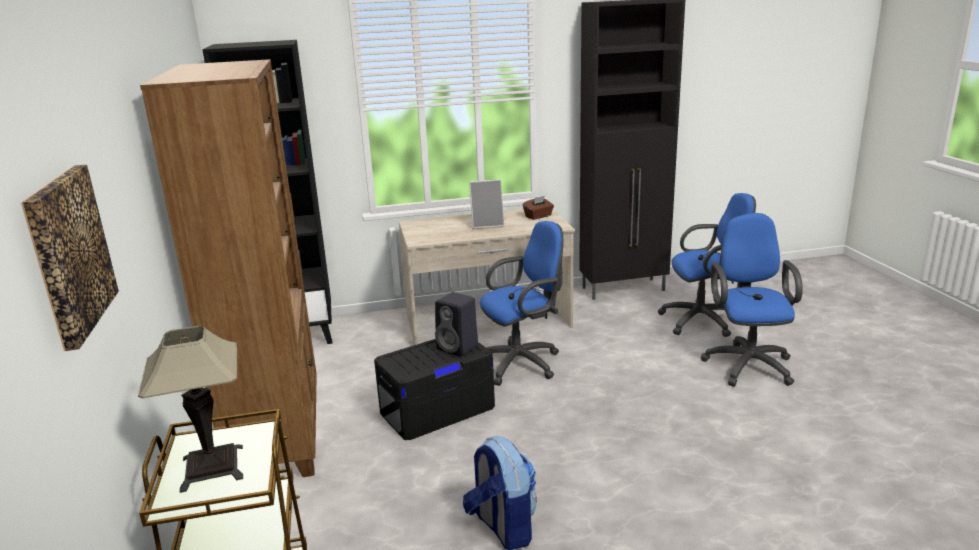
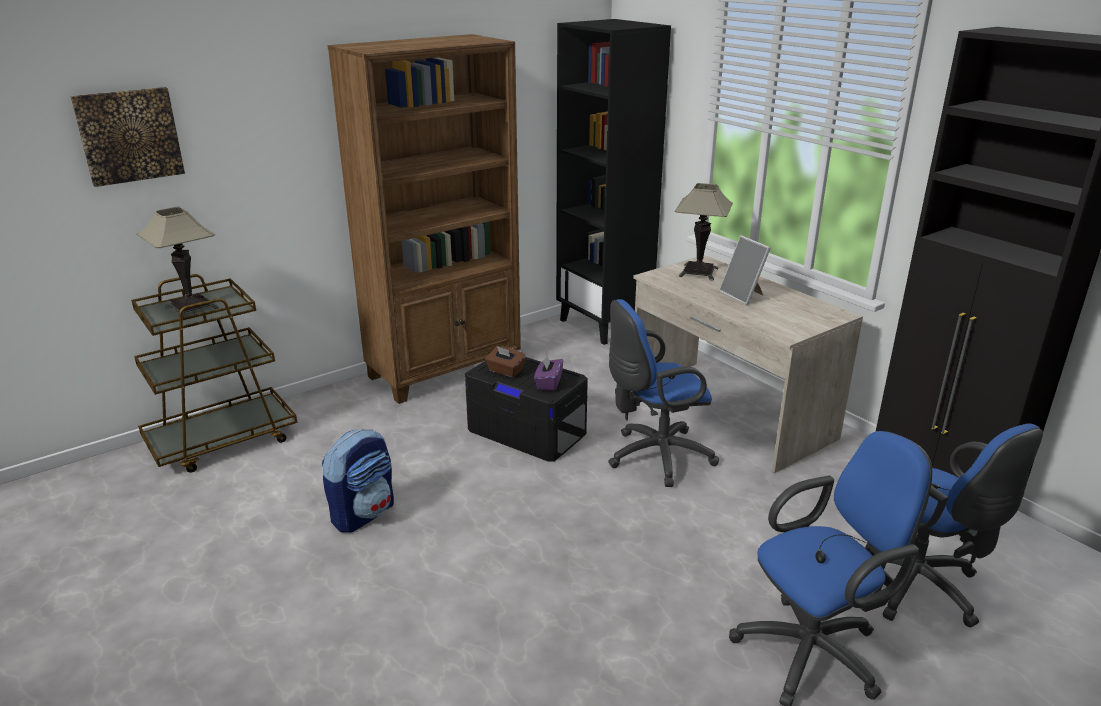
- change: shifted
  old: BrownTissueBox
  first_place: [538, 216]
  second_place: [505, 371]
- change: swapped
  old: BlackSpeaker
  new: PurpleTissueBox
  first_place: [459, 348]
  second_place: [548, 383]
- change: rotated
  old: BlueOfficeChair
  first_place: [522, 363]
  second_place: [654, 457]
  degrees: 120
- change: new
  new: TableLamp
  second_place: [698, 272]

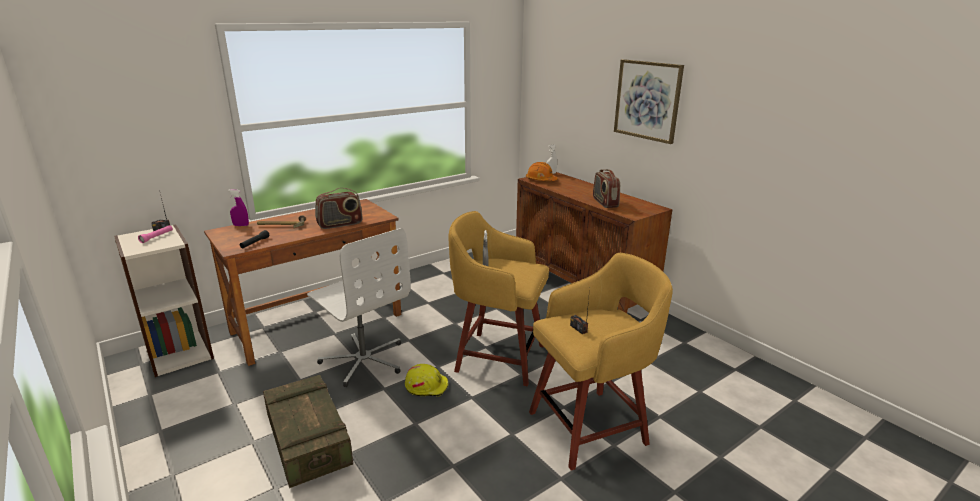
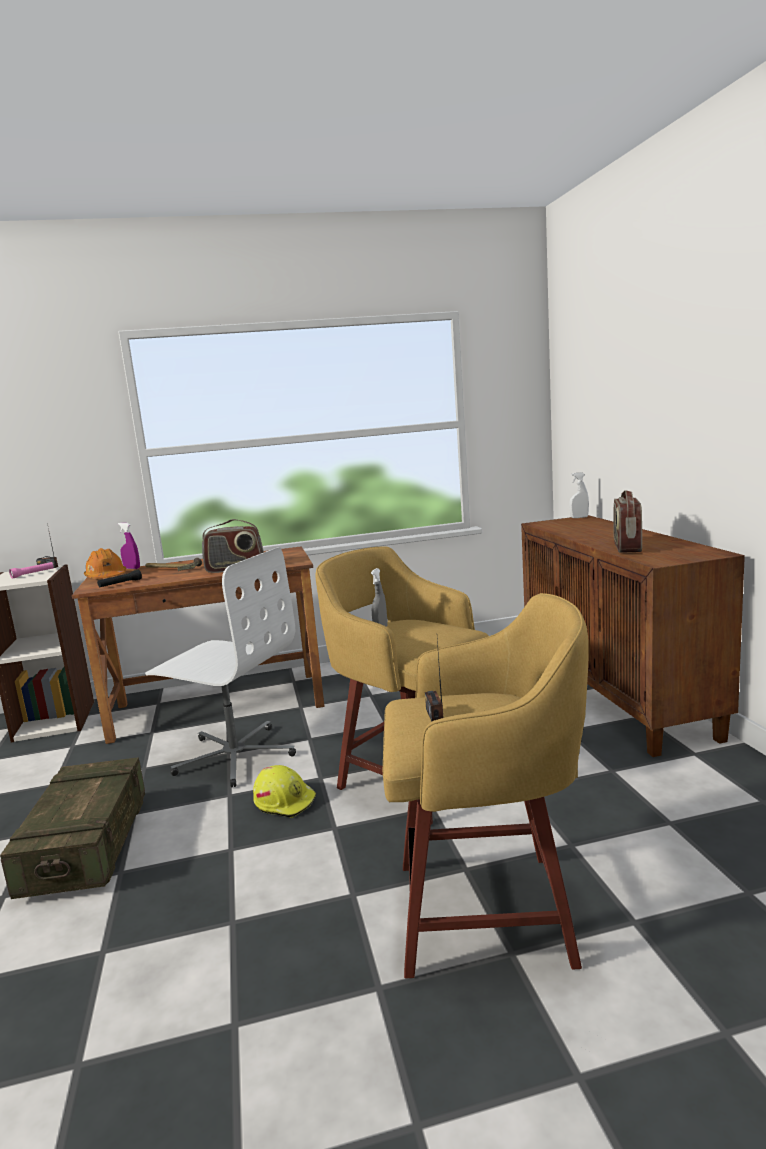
- change: shifted
  old: OrangeHardHat
  first_place: [540, 180]
  second_place: [106, 577]
- change: rotated
  old: WhiteOfficeChair
  first_place: [364, 360]
  second_place: [235, 755]
  degrees: -45
- change: gone
  old: Picture
  first_place: [647, 100]

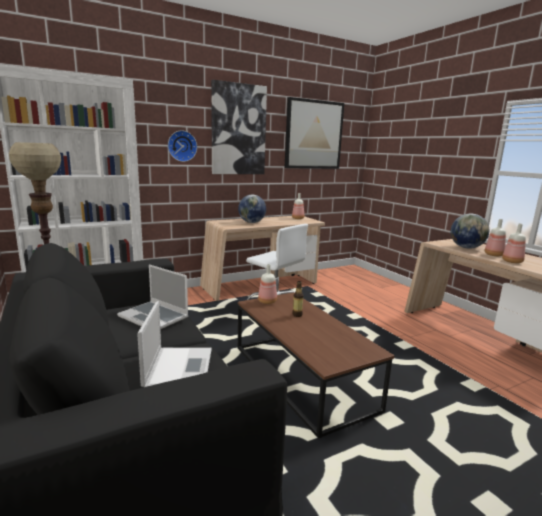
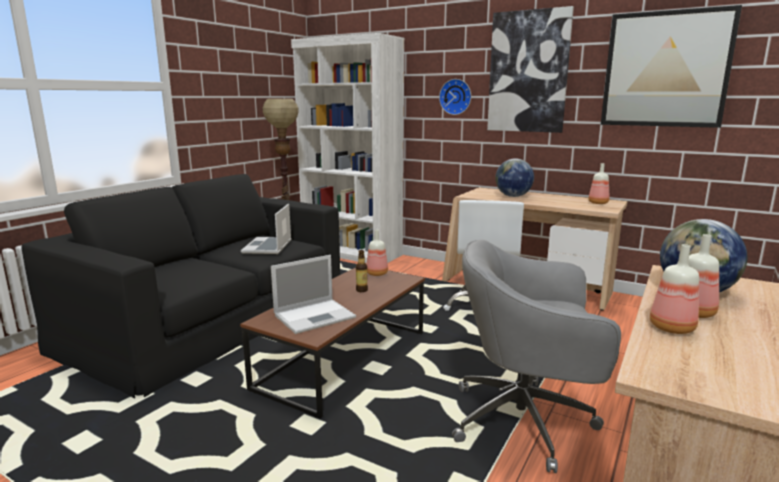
- change: shifted
  old: Laptop
  first_place: [179, 367]
  second_place: [316, 316]
- change: new
  new: GreyOfficeChair
  second_place: [525, 421]

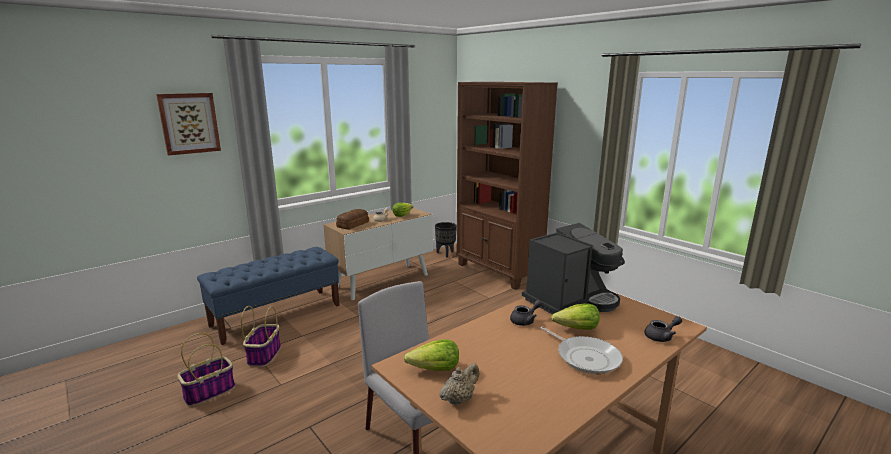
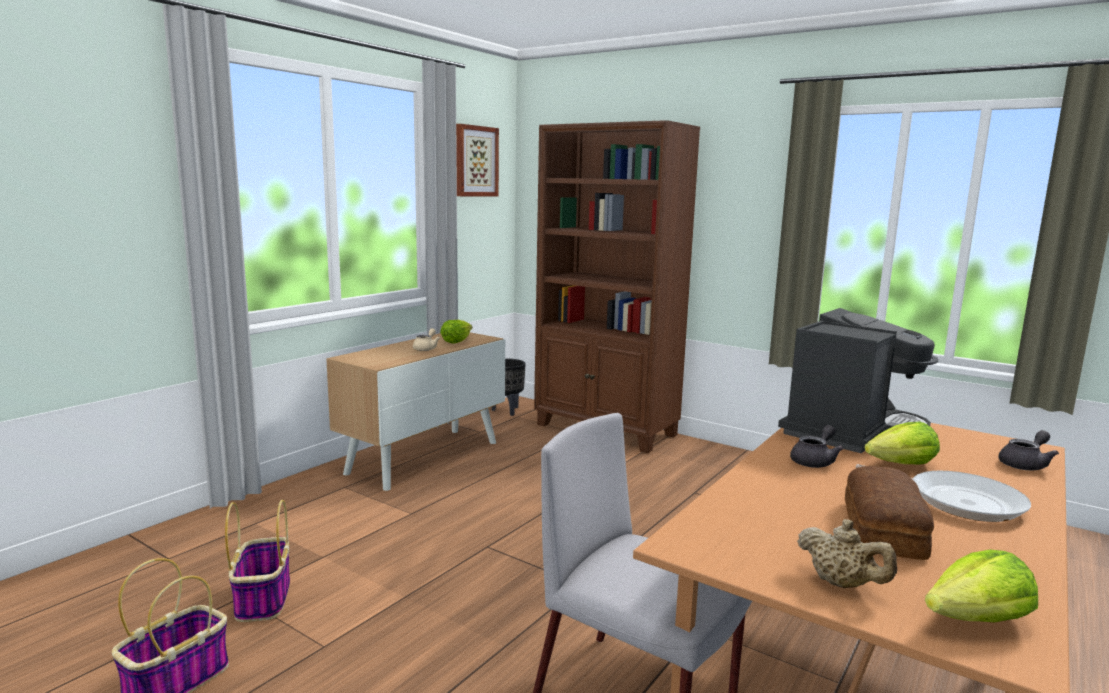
- change: shifted
  old: Picture
  first_place: [189, 123]
  second_place: [476, 161]
- change: rotated
  old: BeigeTeapot
  first_place: [459, 399]
  second_place: [841, 584]
  degrees: 105
- change: shifted
  old: Bread
  first_place: [353, 224]
  second_place: [885, 529]
- change: shifted
  old: Lettuce
  first_place: [434, 369]
  second_place: [977, 621]
- change: gone
  old: BlueBench
  first_place: [277, 315]

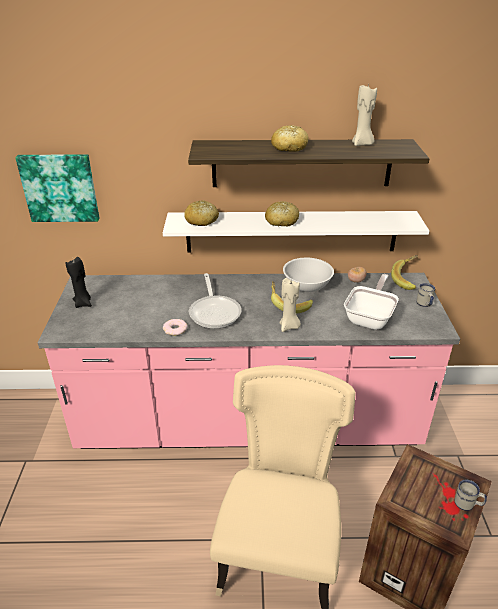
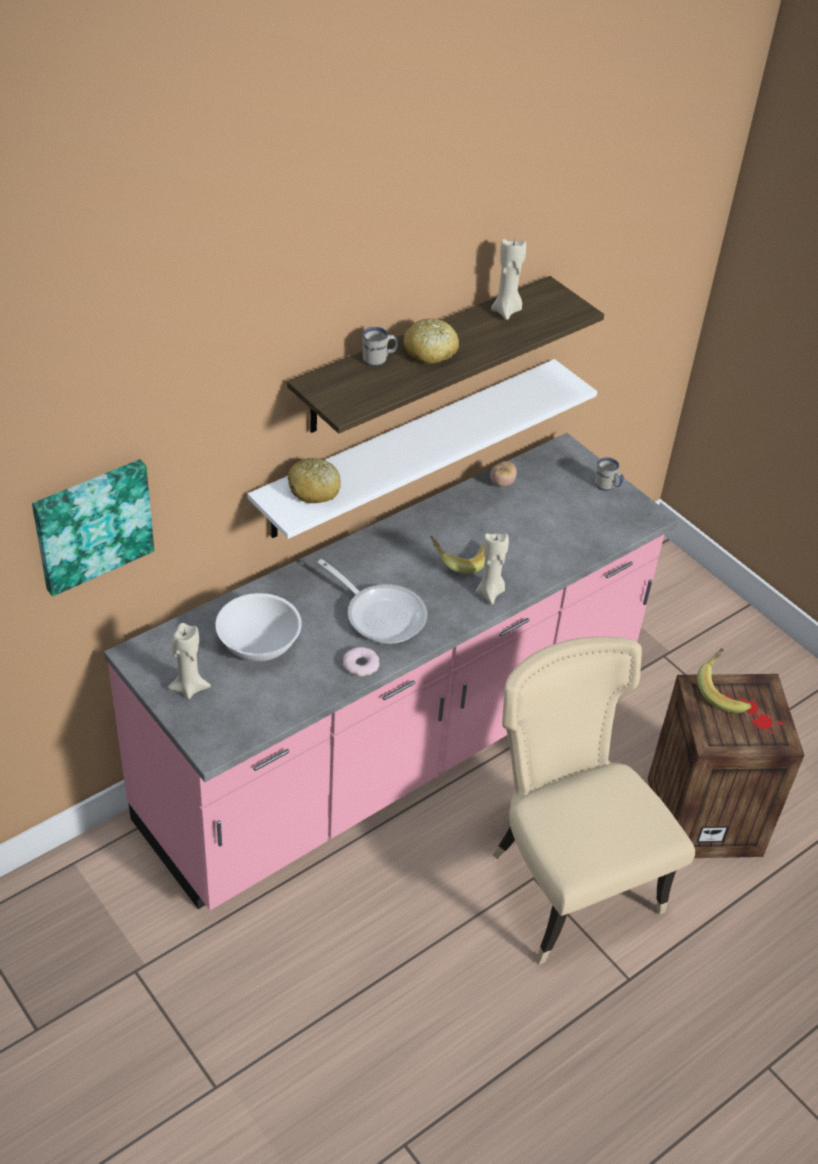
- change: repainted
  old: BlackCandle
  new: BeigeCandle
  first_place: [83, 303]
  second_place: [189, 687]
- change: shifted
  old: WhiteBowl
  first_place: [306, 285]
  second_place: [258, 644]
- change: shifted
  old: WhiteMug
  first_place: [467, 504]
  second_place: [379, 359]
- change: shifted
  old: Banana
  first_place: [407, 280]
  second_place: [723, 691]
- change: gone
  old: Bread
  first_place: [281, 221]
- change: gone
  old: FryingPan
  first_place: [370, 317]

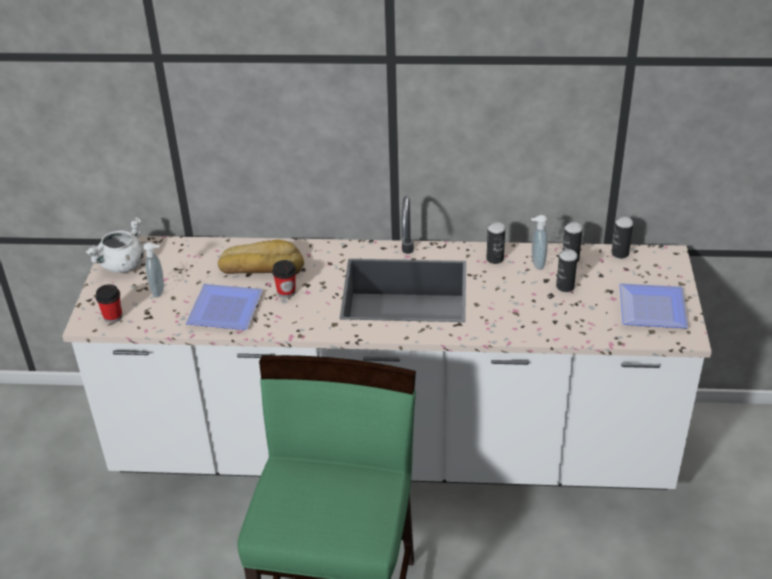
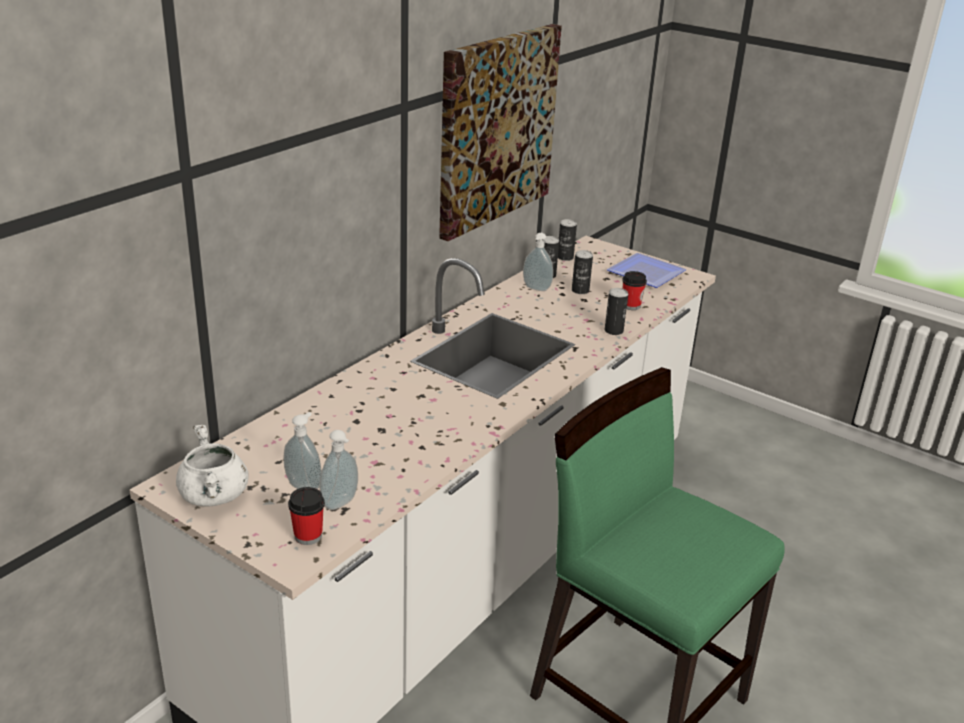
- change: new
  new: SoapDispenser
  second_place: [341, 504]
- change: new
  new: Picture
  second_place: [496, 129]
- change: shifted
  old: Can
  first_place: [495, 259]
  second_place: [613, 331]
- change: shifted
  old: Cup
  first_place: [286, 292]
  second_place: [631, 306]
- change: gone
  old: Plate
  first_place: [223, 308]
- change: gone
  old: Bread
  first_place: [262, 266]

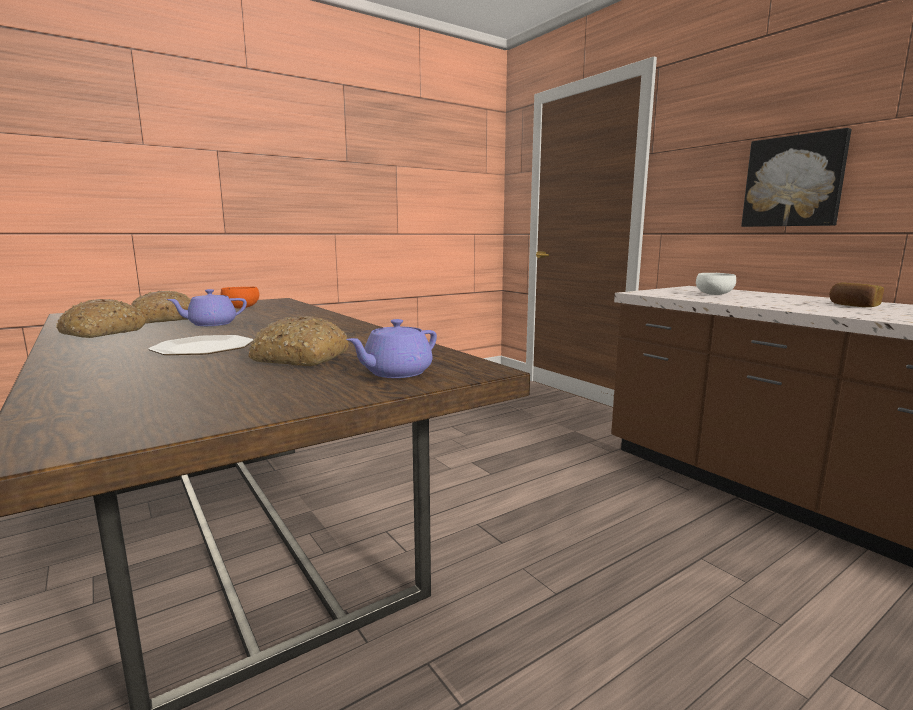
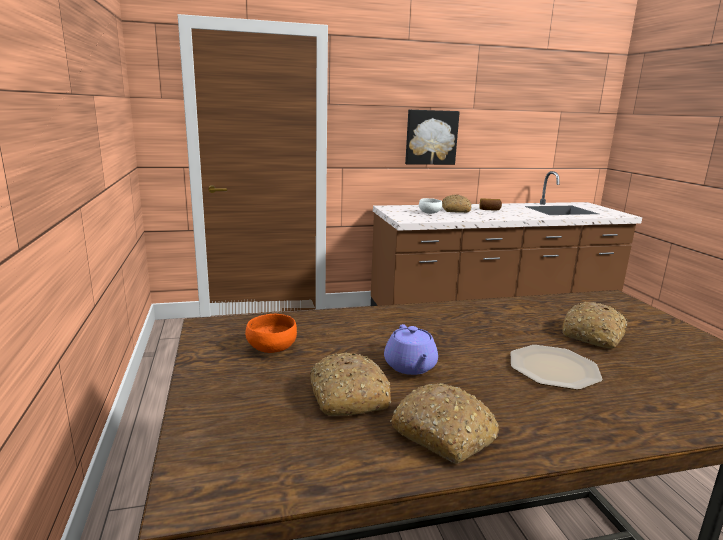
- change: new
  new: Bread
  second_place: [455, 210]
- change: gone
  old: PurpleTeapot
  first_place: [396, 373]

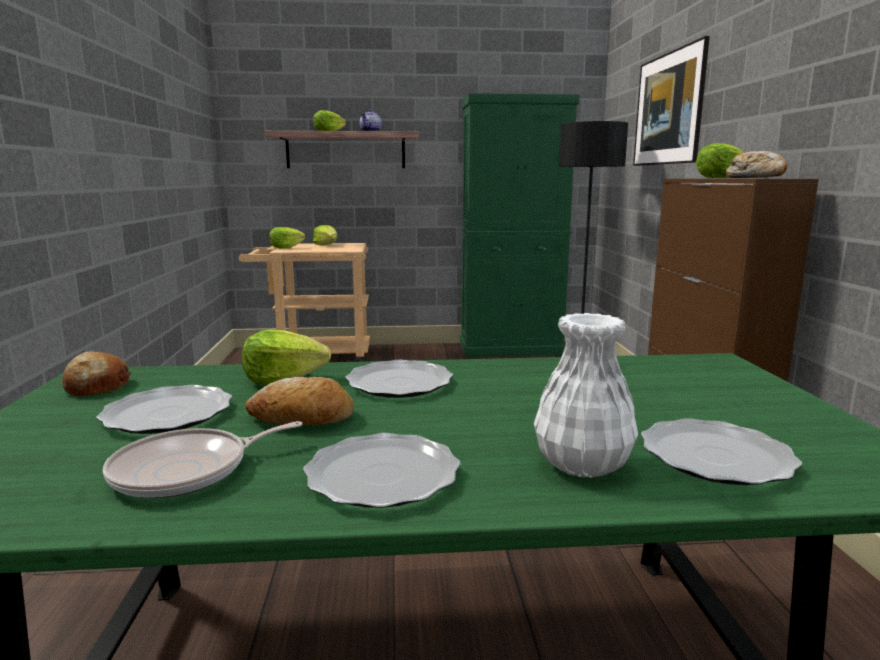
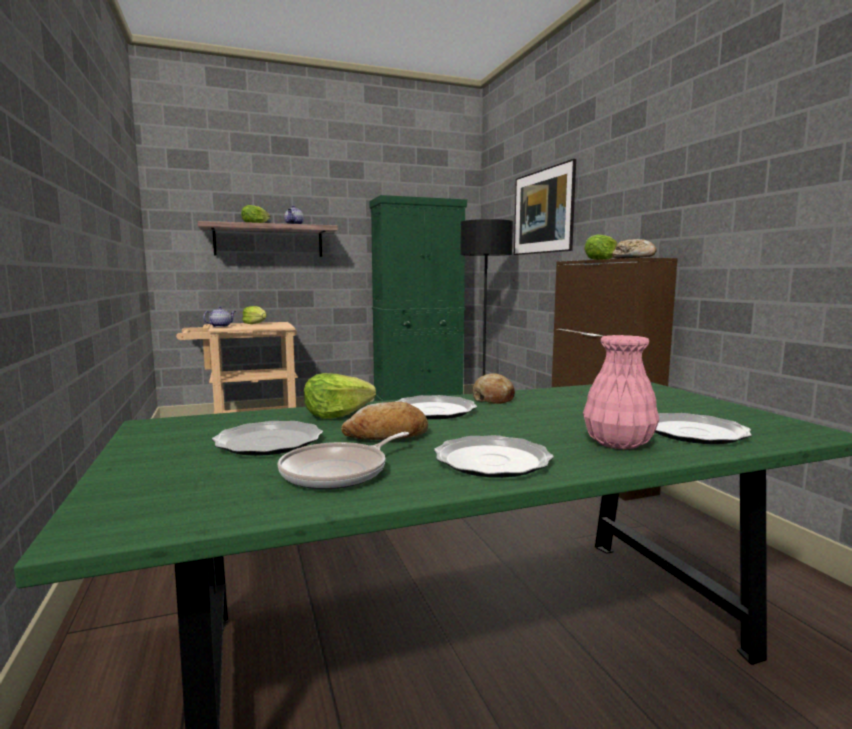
- change: swapped
  old: Lettuce
  new: Teapot
  first_place: [286, 247]
  second_place: [220, 326]
- change: shifted
  old: Bread
  first_place: [96, 386]
  second_place: [493, 399]
- change: repainted
  old: WhiteVase
  new: PinkVase
  first_place: [583, 464]
  second_place: [618, 443]

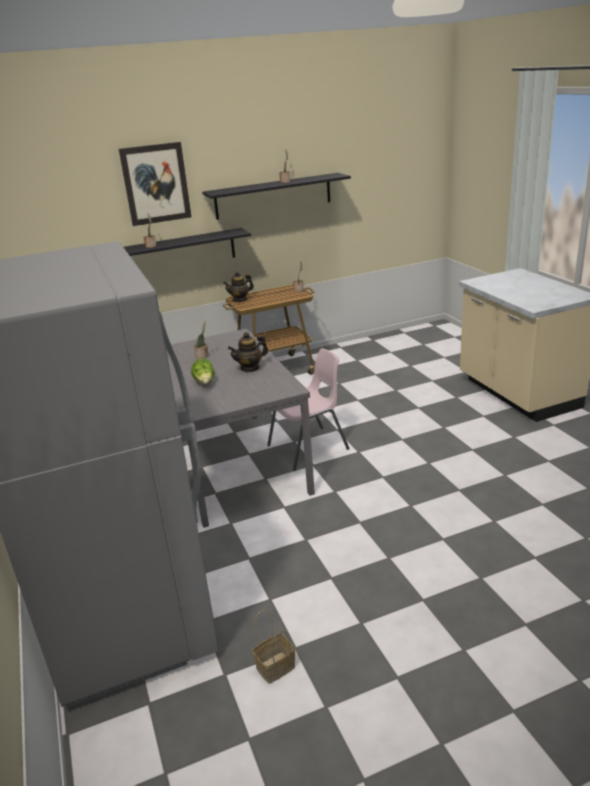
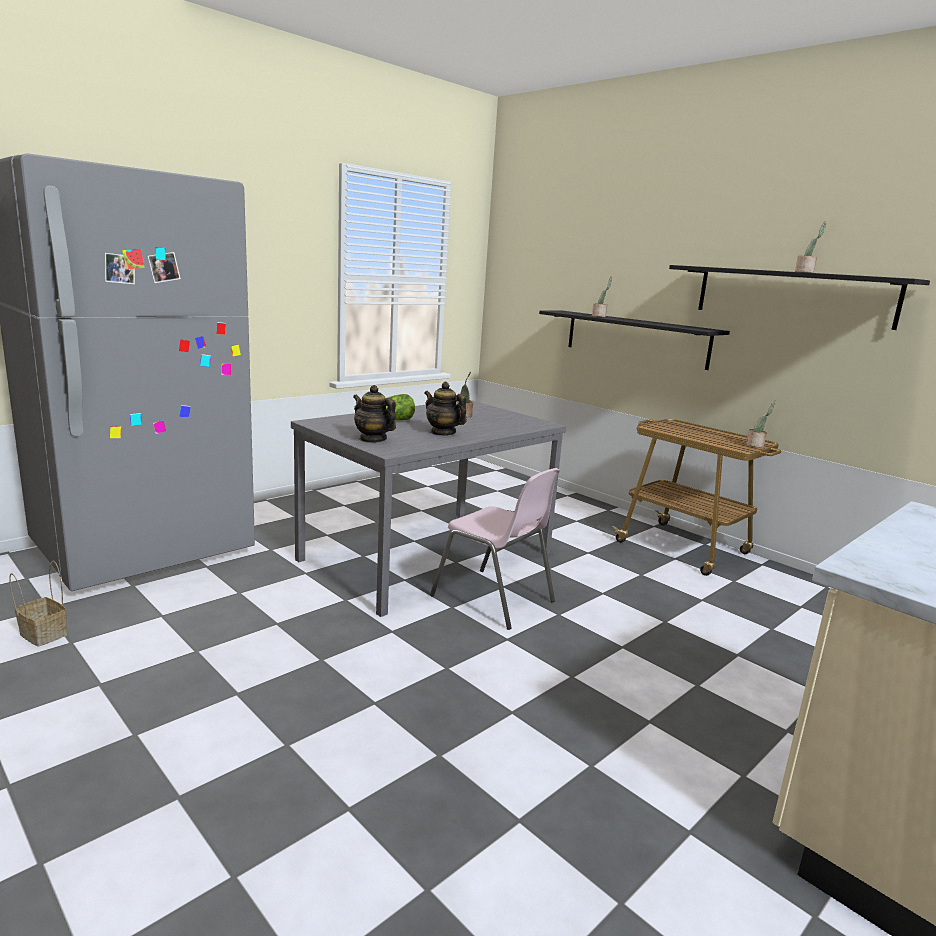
- change: shifted
  old: Teapot
  first_place: [240, 299]
  second_place: [372, 439]
- change: gone
  old: Picture
  first_place: [156, 184]

